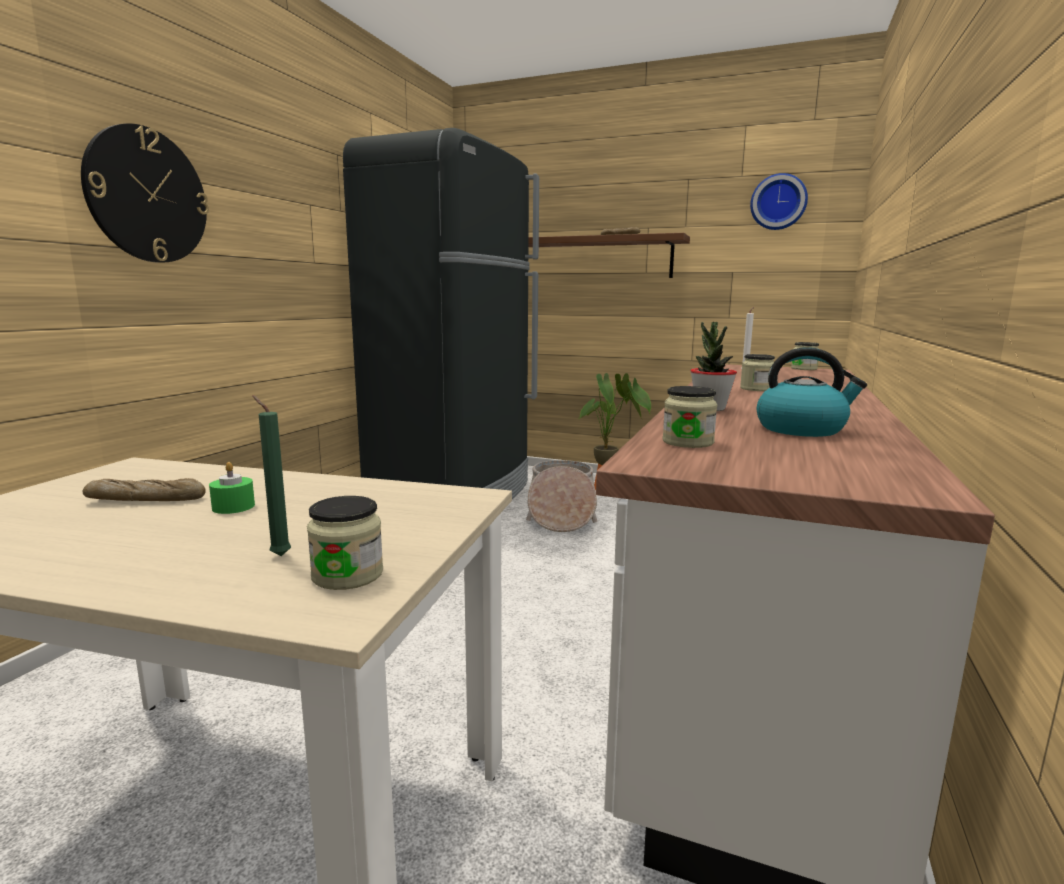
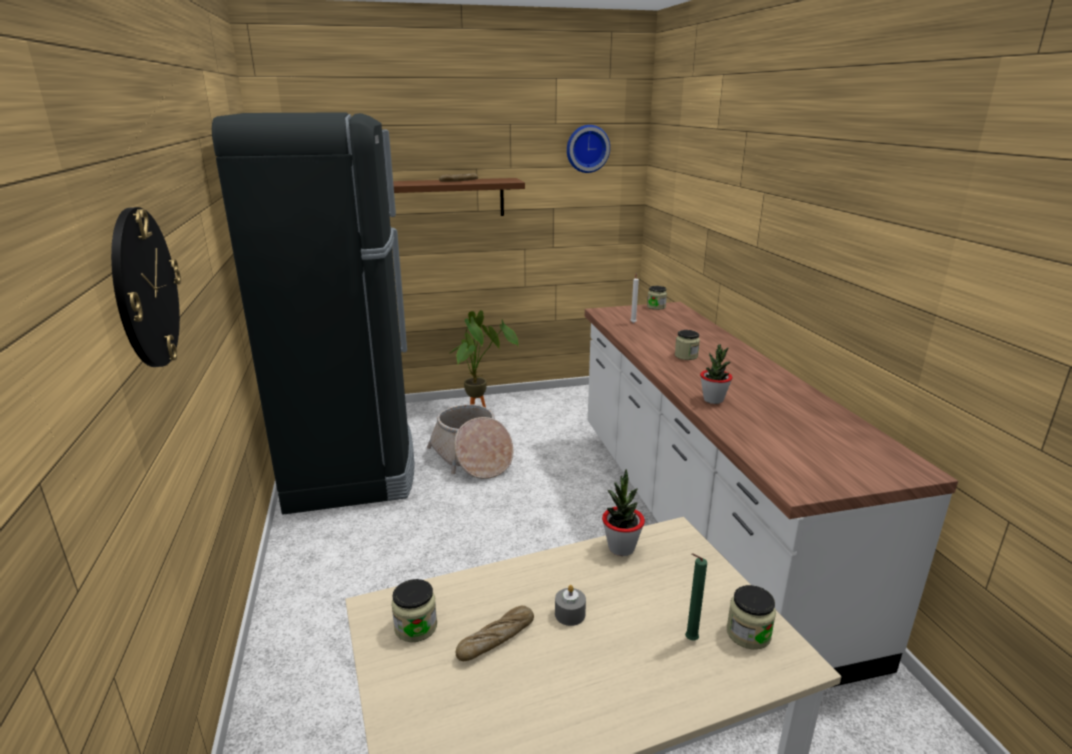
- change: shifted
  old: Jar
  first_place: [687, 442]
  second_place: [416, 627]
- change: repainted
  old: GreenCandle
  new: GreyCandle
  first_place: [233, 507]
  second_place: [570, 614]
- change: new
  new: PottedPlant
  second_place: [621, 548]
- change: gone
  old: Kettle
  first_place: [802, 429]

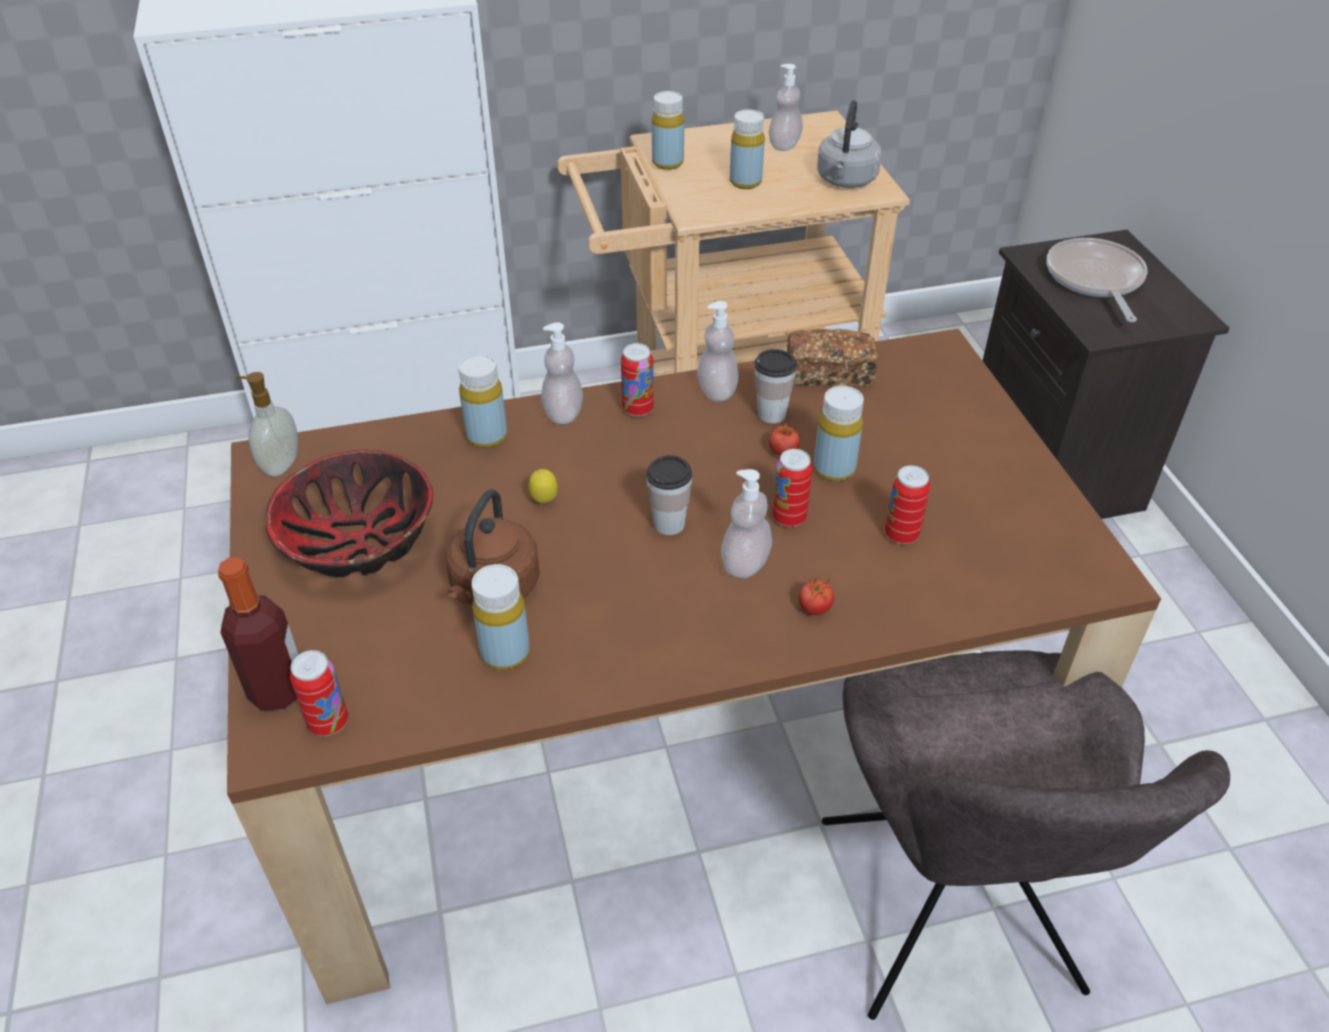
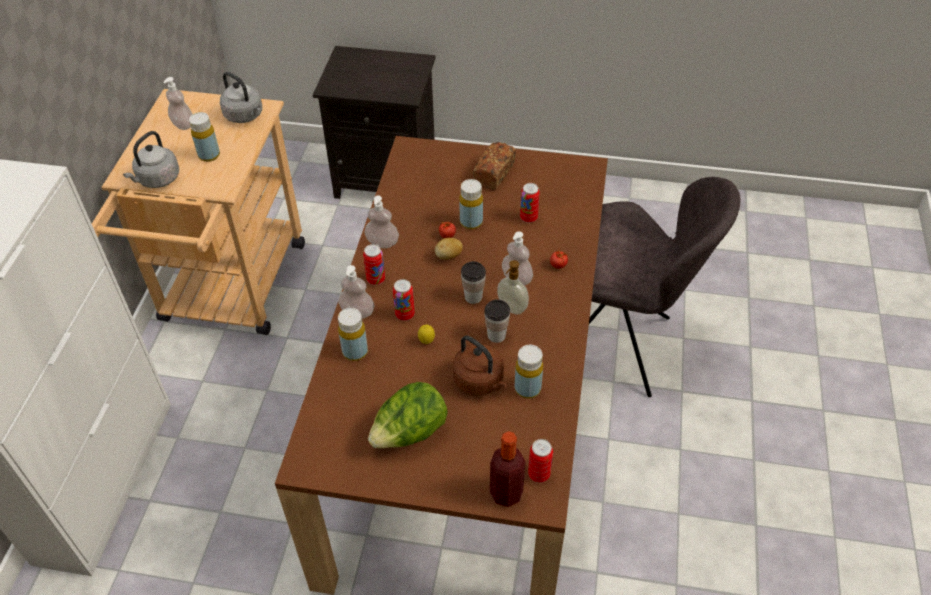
- change: swapped
  old: YellowBottle
  new: GreyKettle
  first_place: [667, 163]
  second_place: [157, 180]
- change: swapped
  old: Bowl
  new: Lettuce
  first_place: [358, 542]
  second_place: [410, 433]
- change: shifted
  old: Can
  first_place: [789, 518]
  second_place: [405, 315]
- change: new
  new: Potato
  second_place: [448, 256]
- change: shifted
  old: Bread
  first_place: [829, 373]
  second_place: [494, 173]
- change: shifted
  old: Cup
  first_place: [771, 414]
  second_place: [496, 335]
- change: shifted
  old: SoapDispenser
  first_place: [280, 464]
  second_place: [511, 308]
- change: gone
  old: FryingPan
  first_place: [1095, 280]

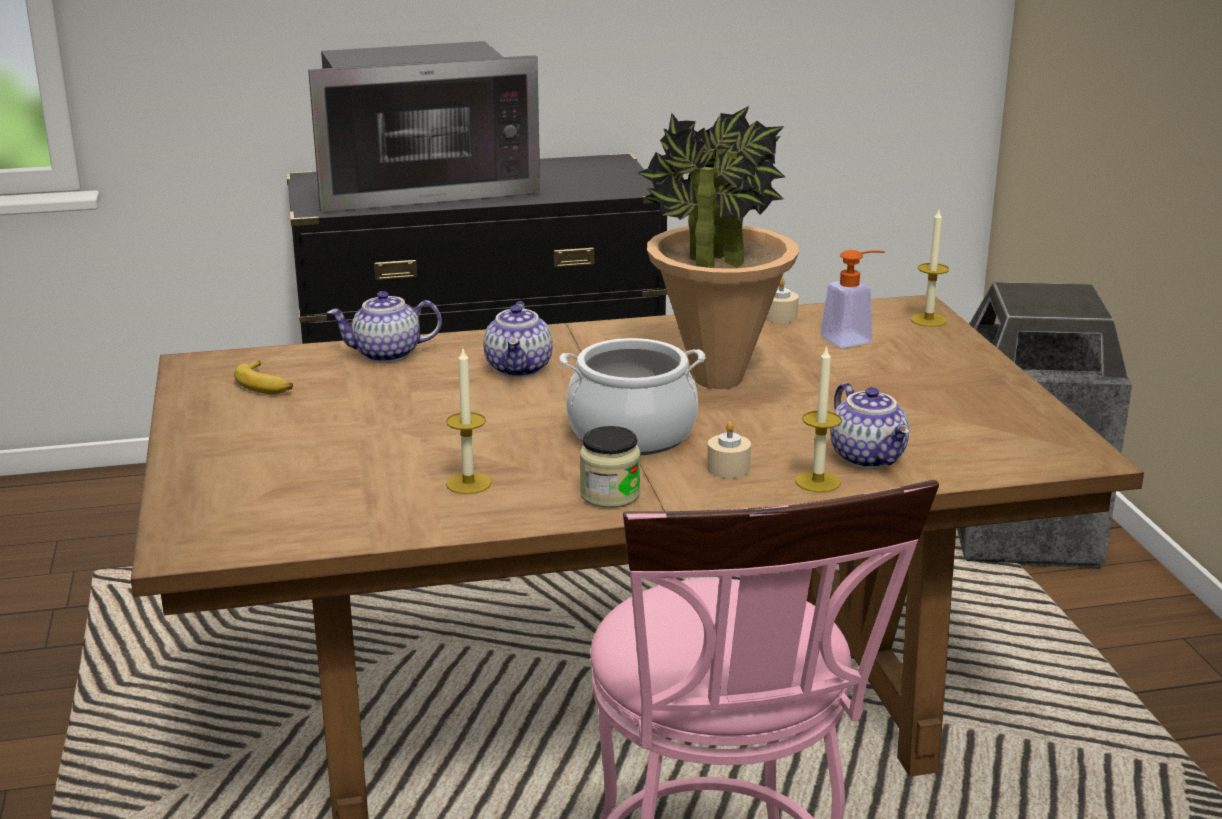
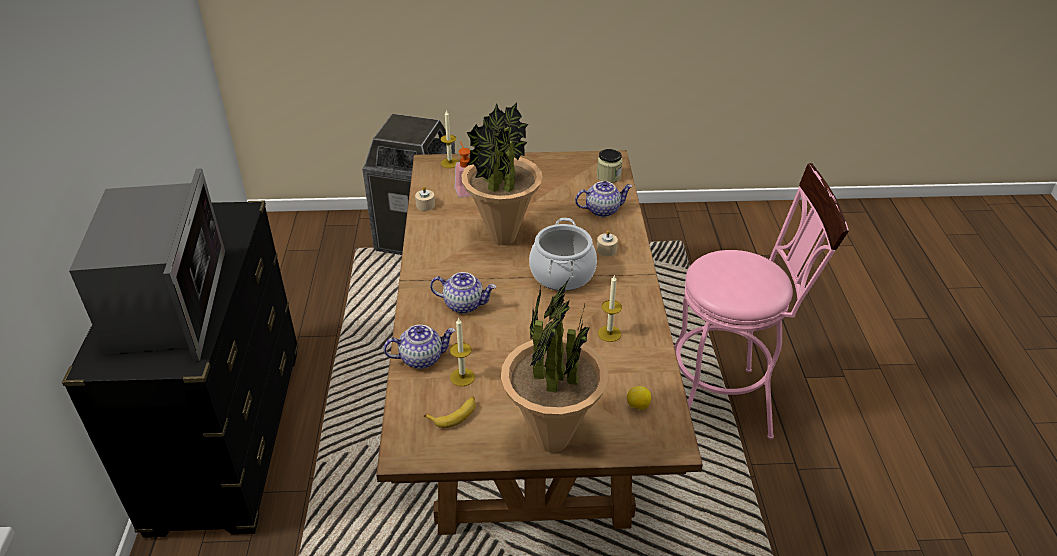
- change: rotated
  old: Teapot
  first_place: [386, 354]
  second_place: [422, 358]
  degrees: -105
- change: shifted
  old: Candle
  first_place: [818, 482]
  second_place: [462, 377]
- change: new
  new: PottedPlant
  second_place: [552, 439]
- change: shifted
  old: Jar
  first_place: [610, 494]
  second_place: [608, 176]
- change: new
  new: Lemon
  second_place: [637, 406]

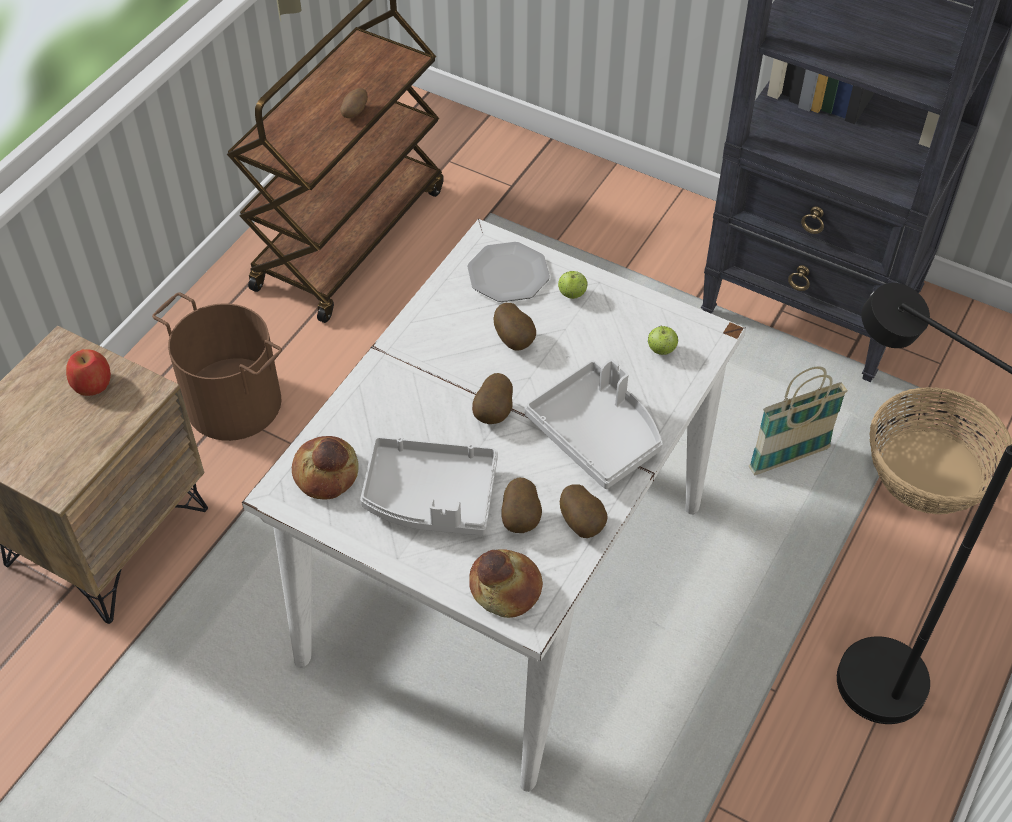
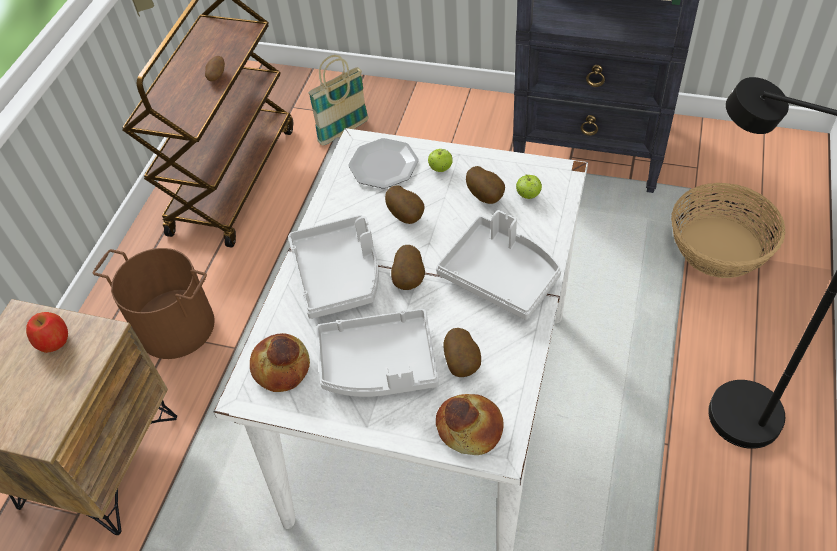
- change: new
  new: GreyTray
  second_place: [339, 274]
- change: shifted
  old: Basket
  first_place: [789, 459]
  second_place: [343, 131]
- change: shifted
  old: Potato
  first_place: [583, 523]
  second_place: [486, 196]

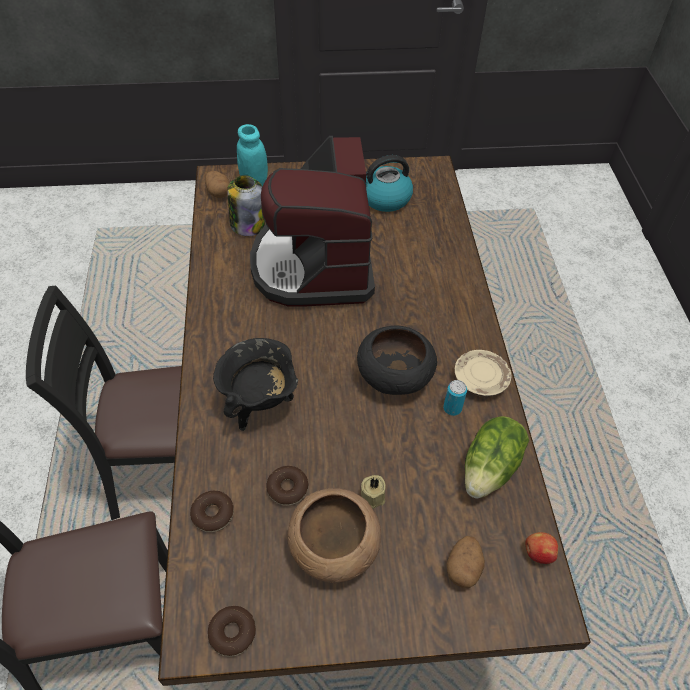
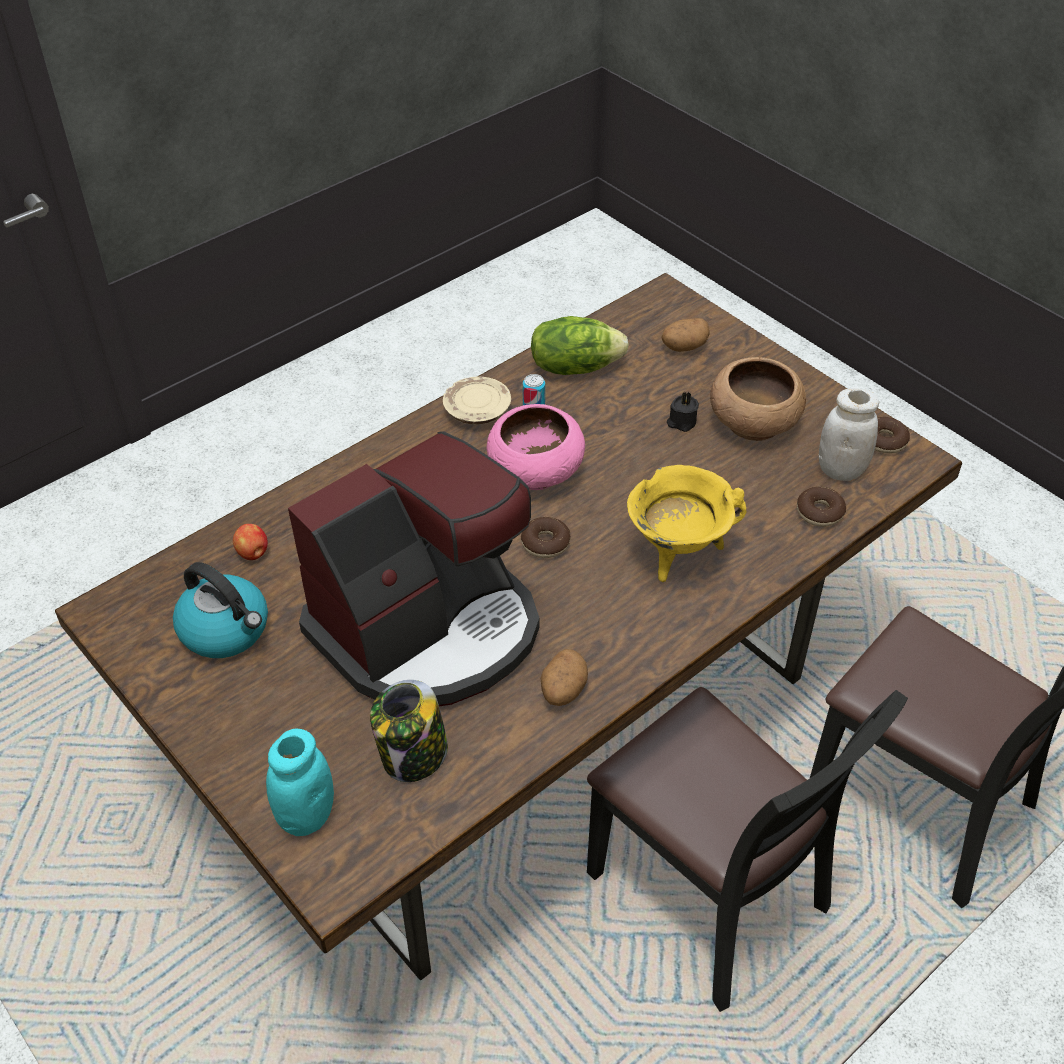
- change: shifted
  old: Apple
  first_place: [538, 553]
  second_place: [253, 553]
- change: repainted
  old: BlackBowl
  new: PinkBowl
  first_place: [394, 375]
  second_place: [535, 472]
- change: shifted
  old: Donut
  first_place: [287, 489]
  second_place: [545, 543]
- change: shifted
  old: Potato
  first_place: [219, 192]
  second_place: [562, 691]
- change: repainted
  old: BlackCookingPot
  new: YellowCookingPot
  first_place: [260, 403]
  second_place: [678, 553]
- change: repainted
  old: BeigeCandle
  new: BlackCandle
  first_place: [374, 495]
  second_place: [681, 422]
- change: new
  new: WhiteJar
  second_place: [841, 470]

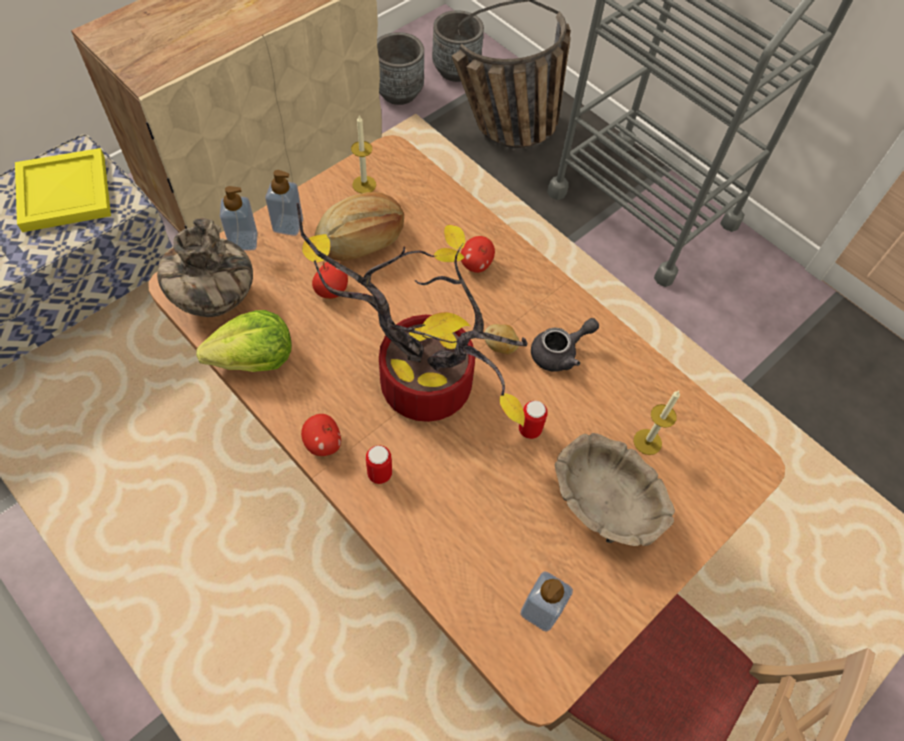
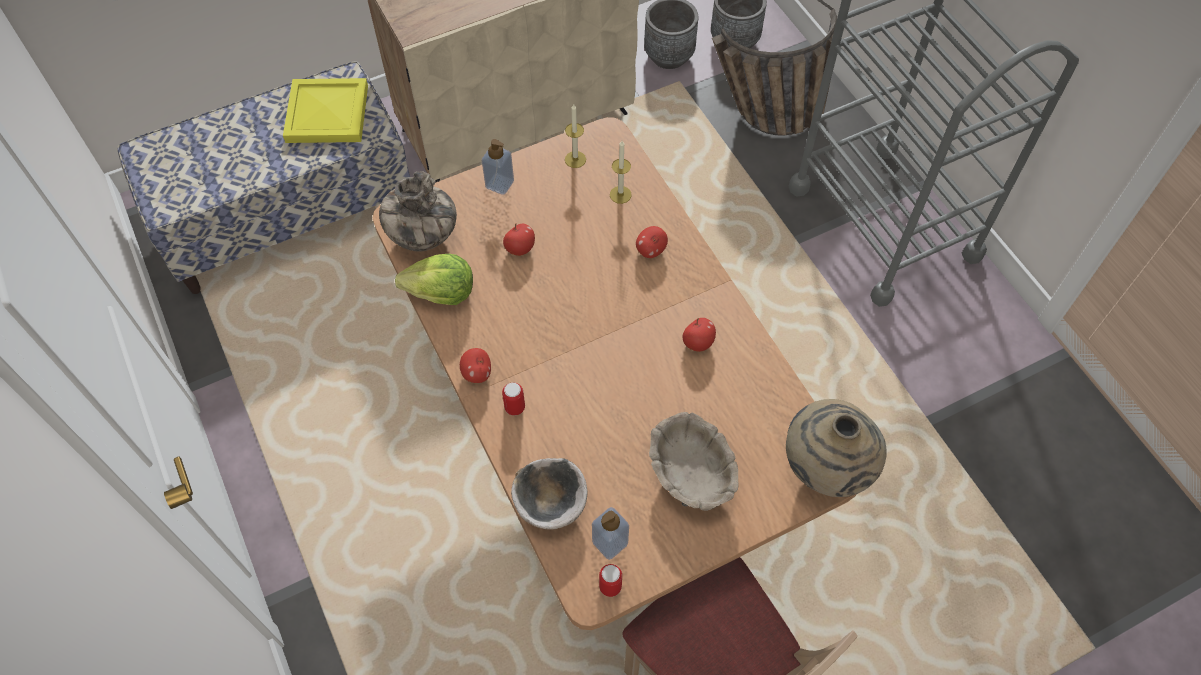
- change: new
  new: Bowl
  second_place: [550, 504]
- change: shifted
  old: Can
  first_place: [529, 429]
  second_place: [610, 587]
- change: shifted
  old: Candle
  first_place: [647, 442]
  second_place: [620, 194]
- change: swapped
  old: GreyTeapot
  new: Apple
  first_place: [560, 353]
  second_place: [698, 342]
- change: new
  new: BeigeVase
  second_place: [825, 469]
- change: gone
  old: SoapDispenser
  first_place: [243, 241]
- change: gone
  old: PottedPlant
  first_place: [417, 385]
- change: gone
  old: Bread
  first_place: [362, 239]
- change: gone
  old: Potato
  first_place: [500, 346]

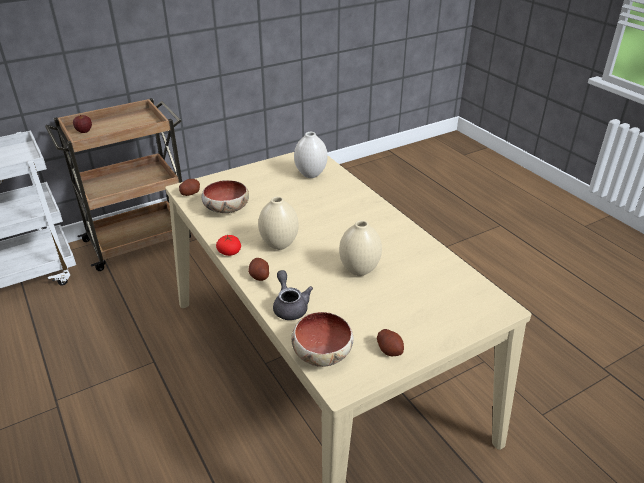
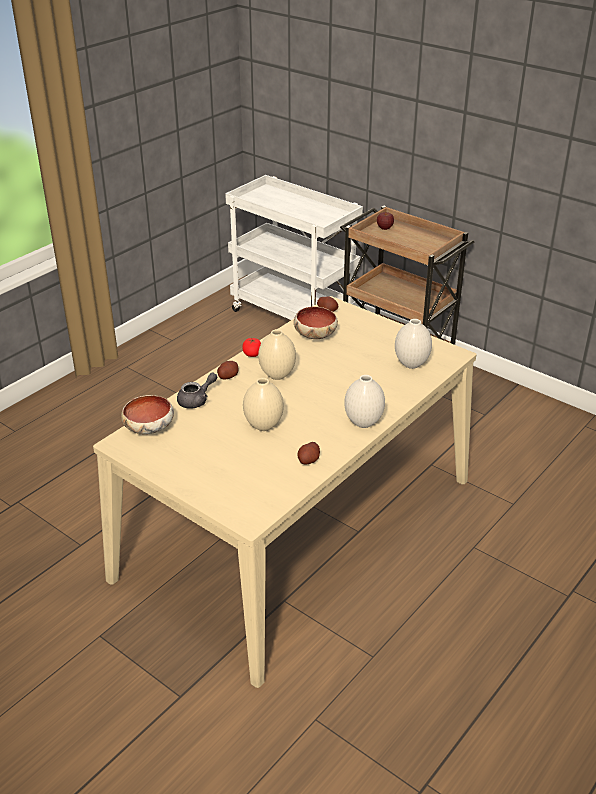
- change: shifted
  old: Potato
  first_place: [390, 350]
  second_place: [308, 460]
- change: new
  new: WhiteVase
  second_place: [363, 423]

